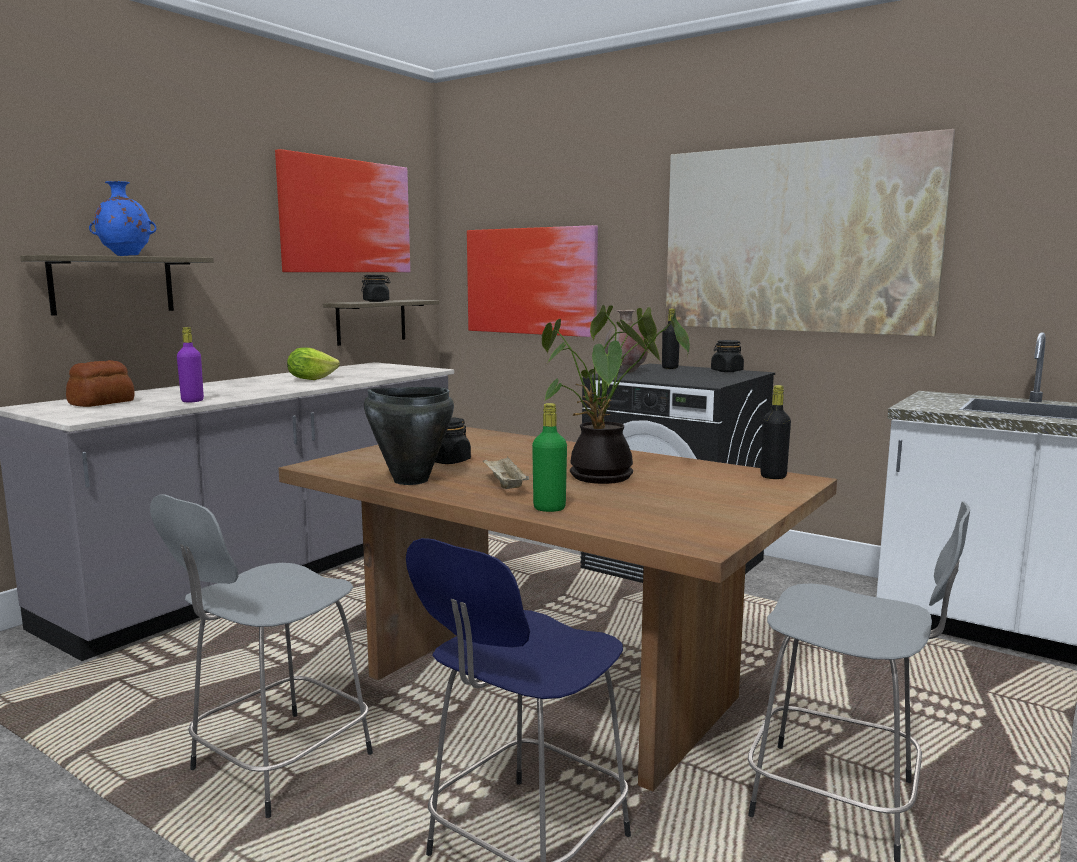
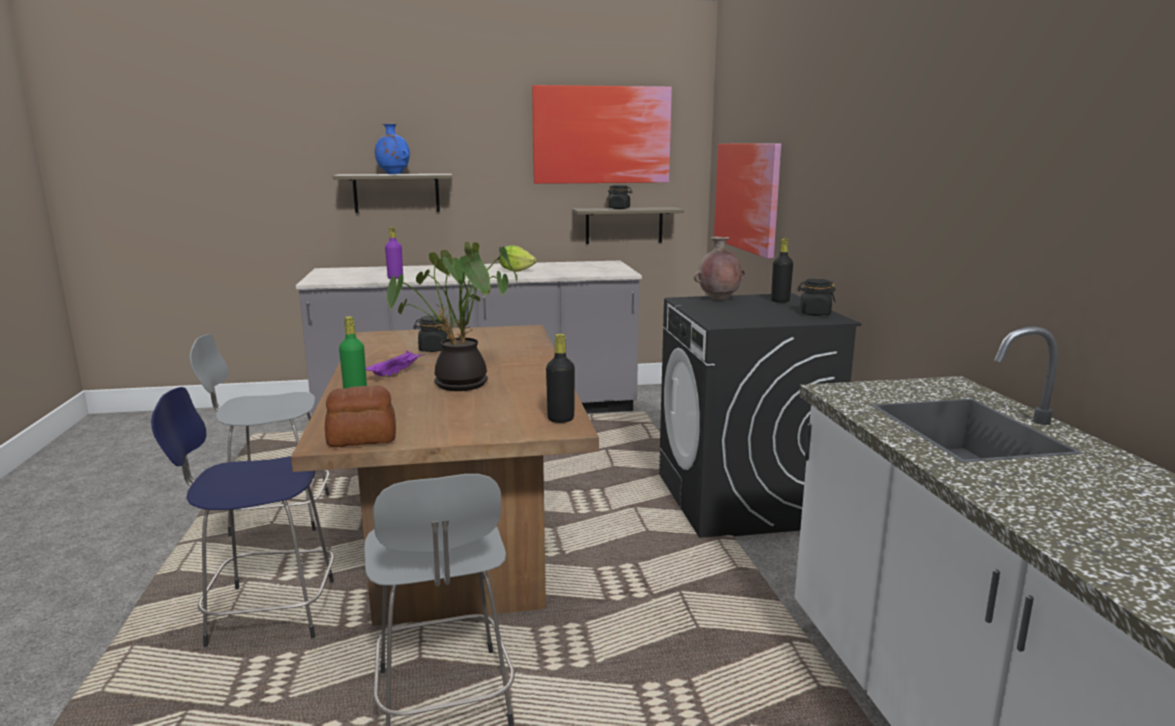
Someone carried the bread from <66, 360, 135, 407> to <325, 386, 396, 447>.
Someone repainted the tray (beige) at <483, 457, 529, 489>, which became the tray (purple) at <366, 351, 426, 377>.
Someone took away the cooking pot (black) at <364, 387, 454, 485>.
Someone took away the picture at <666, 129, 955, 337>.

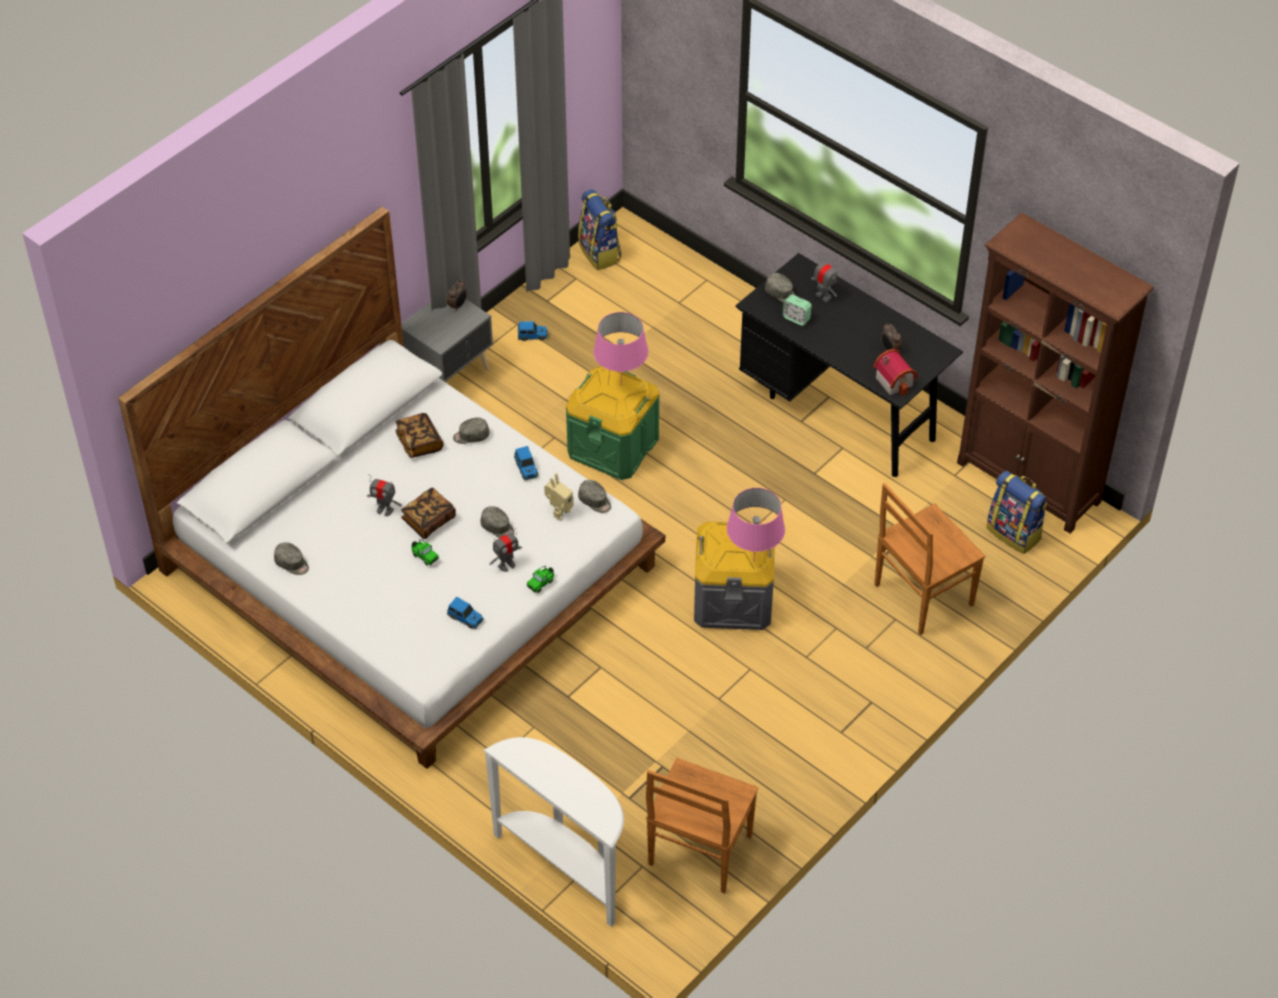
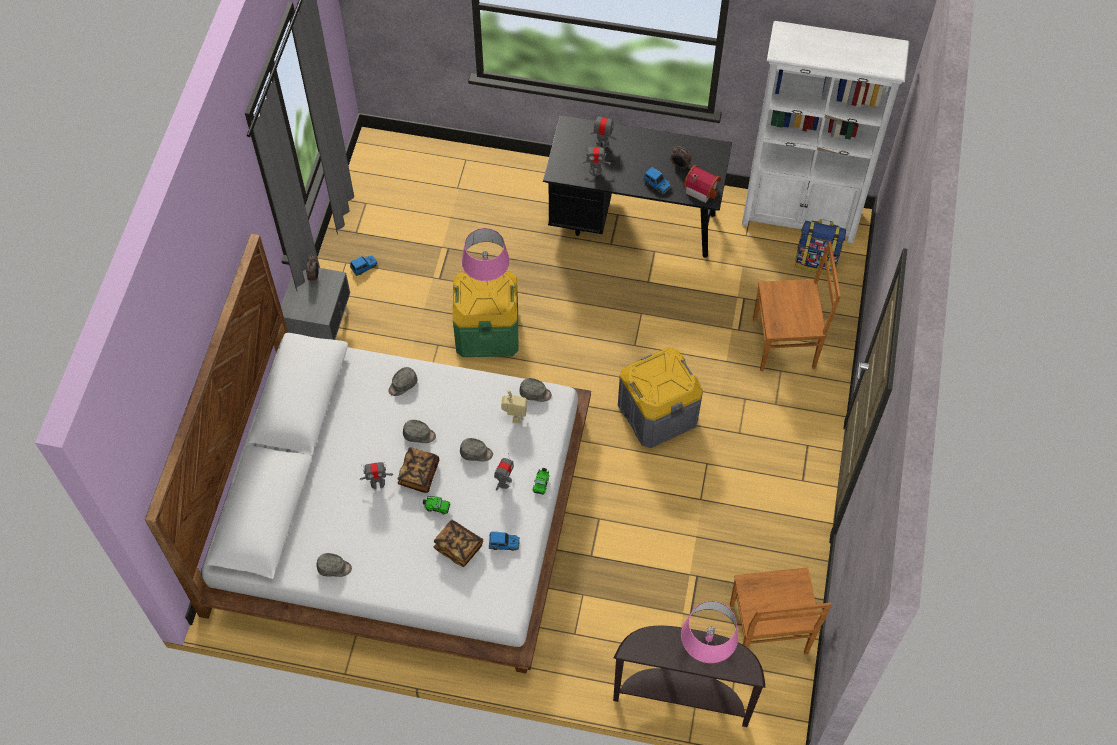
Someone carried the cap (grey) from <765, 273, 796, 302> to <403, 420, 436, 443>.
Someone carried the book from <395, 413, 443, 458> to <434, 520, 483, 567>.
Someone swapped the alarm clock at <782, 294, 812, 326> for the toy robot at <580, 145, 611, 175>.
Someone repainted the console table (white) at <483, 737, 624, 927>, which became the console table (brown) at <613, 625, 765, 727>.
Someone carried the toy car from <514, 446, 538, 481> to <643, 167, 671, 194>.
Someone carried the table lamp (pink) from <727, 488, 785, 560> to <681, 601, 738, 663>.
Someone repainted the bookcase (brown) at <957, 213, 1154, 533>, which became the bookcase (white) at <742, 21, 910, 243>.
Someone rotated the chair (brown) at <875, 483, 985, 635> by 120 degrees counterclockwise.
Someone took away the backpack at <578, 189, 621, 270>.

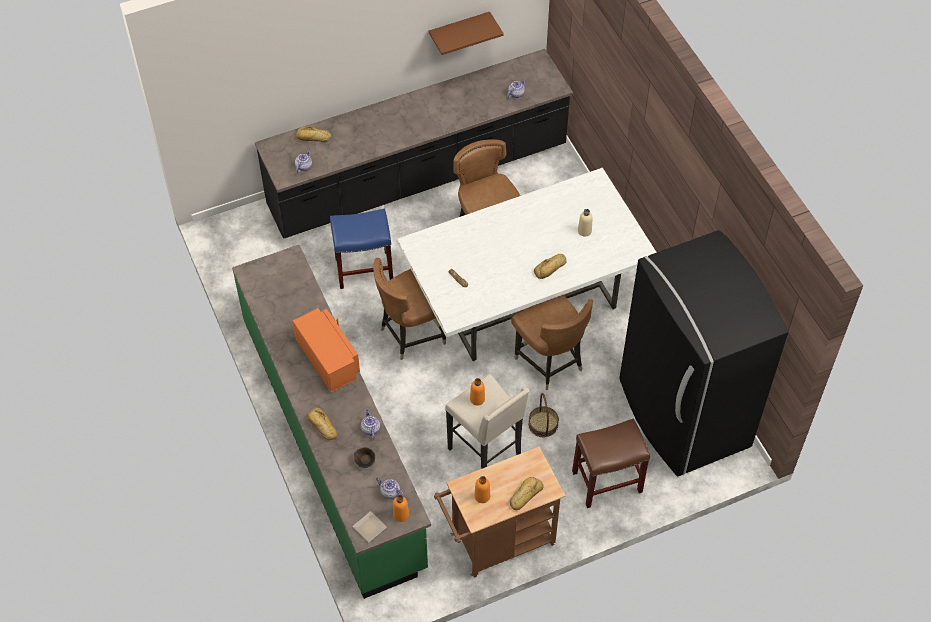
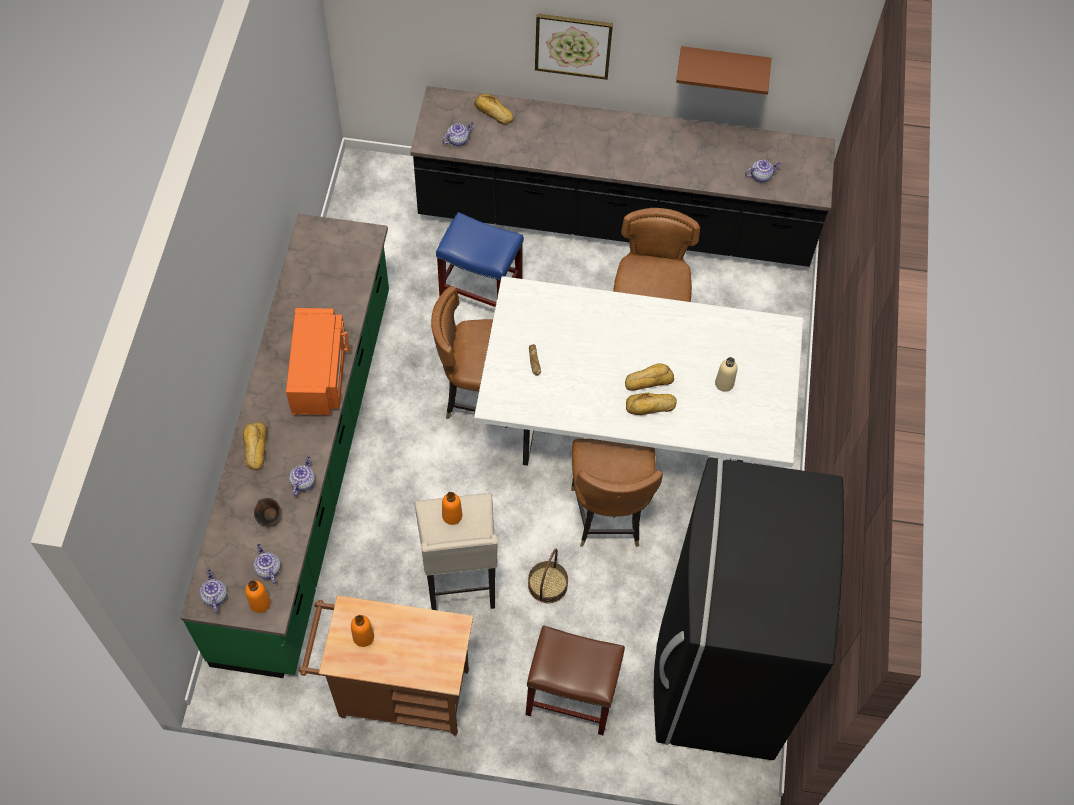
Someone swapped the plate at <352, 511, 387, 542> for the teapot at <200, 569, 227, 613>.
Someone put up the picture at <535, 14, 613, 80>.
Someone carried the bread from <509, 477, 544, 510> to <625, 364, 674, 391>.

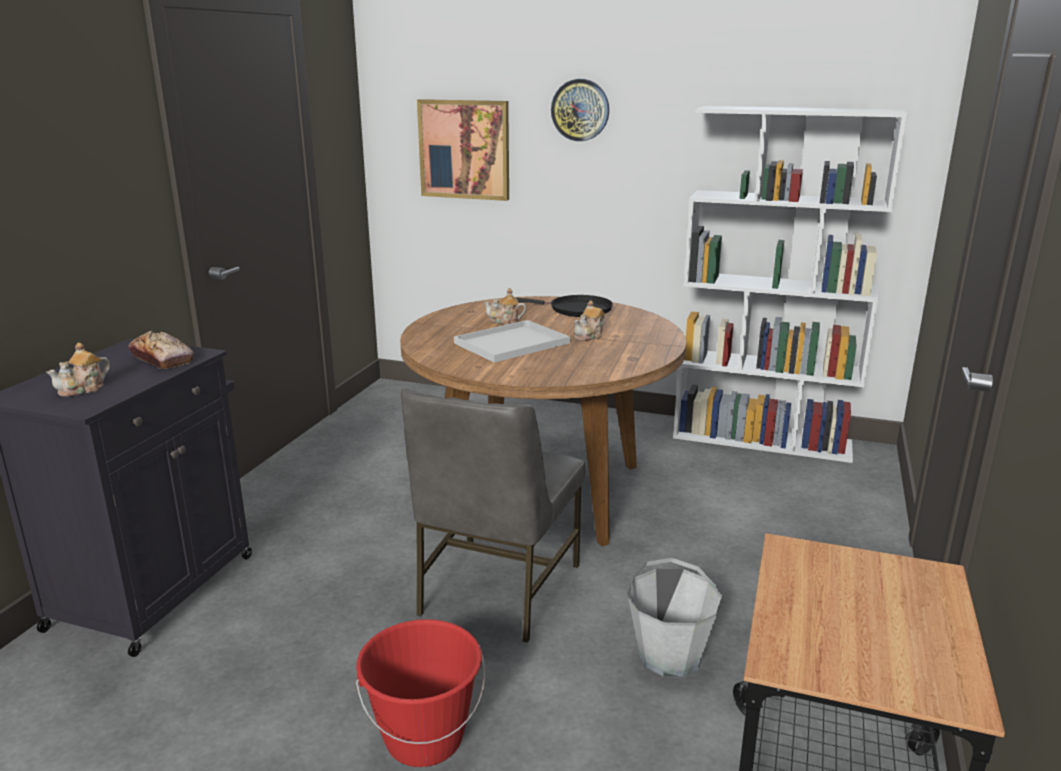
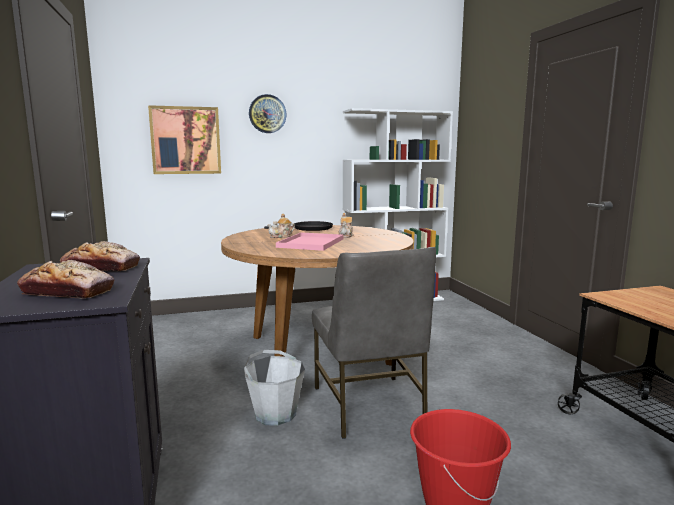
Someone swapped the teapot at <46, 342, 110, 397> for the bread at <17, 260, 114, 299>.
Someone carried the bucket (grey) from <627, 558, 722, 678> to <244, 350, 305, 426>.
Someone repainted the tray (white) at <454, 320, 570, 363>, which became the tray (pink) at <276, 232, 343, 251>.

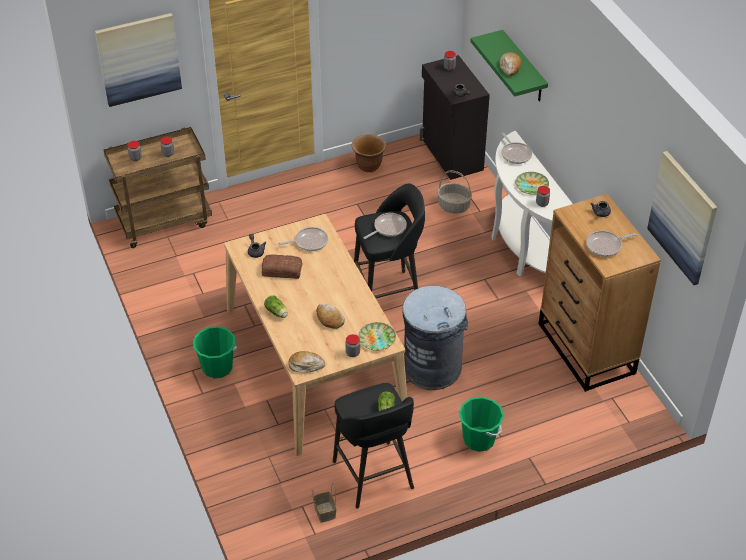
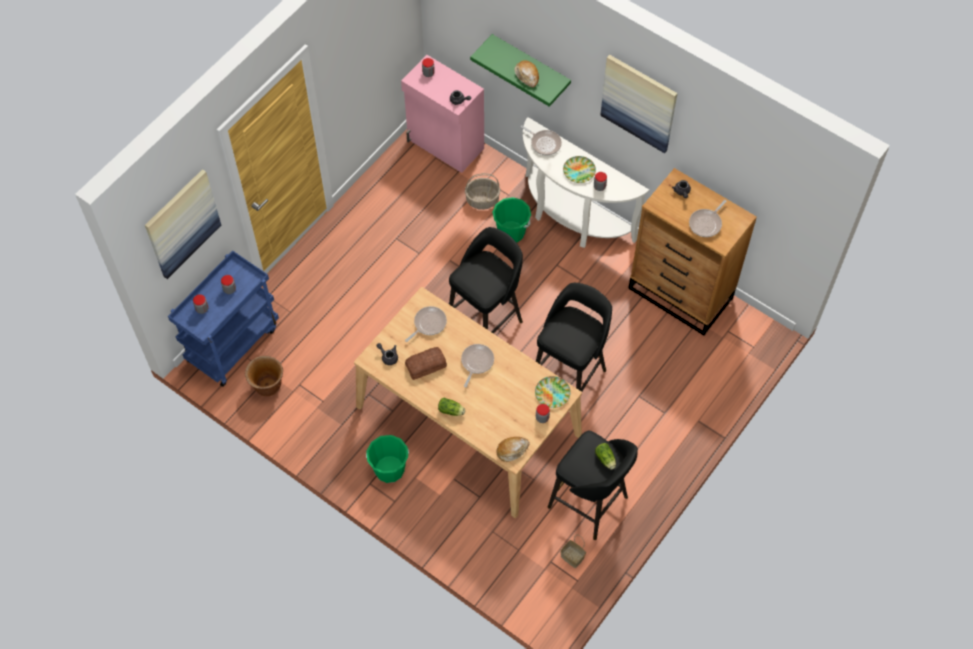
Someone repainted the cart (brown) at <103, 127, 212, 248>, which became the cart (blue) at <168, 251, 279, 387>.
Someone carried the planter (brown) from <352, 134, 386, 172> to <245, 356, 283, 396>.
Someone repainted the cabinet (black) at <420, 55, 490, 180>, which became the cabinet (pink) at <401, 55, 484, 173>.
Someone carried the frying pan from <364, 213, 407, 239> to <461, 344, 494, 387>.
Someone carried the bucket (green) from <459, 397, 504, 452> to <492, 197, 531, 243>.
Someone swapped the trash can (grey) at <403, 285, 468, 390> for the stool (black) at <536, 283, 612, 392>.
Someone carried the picture from <647, 151, 717, 285> to <601, 55, 677, 153>.
Someone took away the bread at <316, 304, 345, 329>.

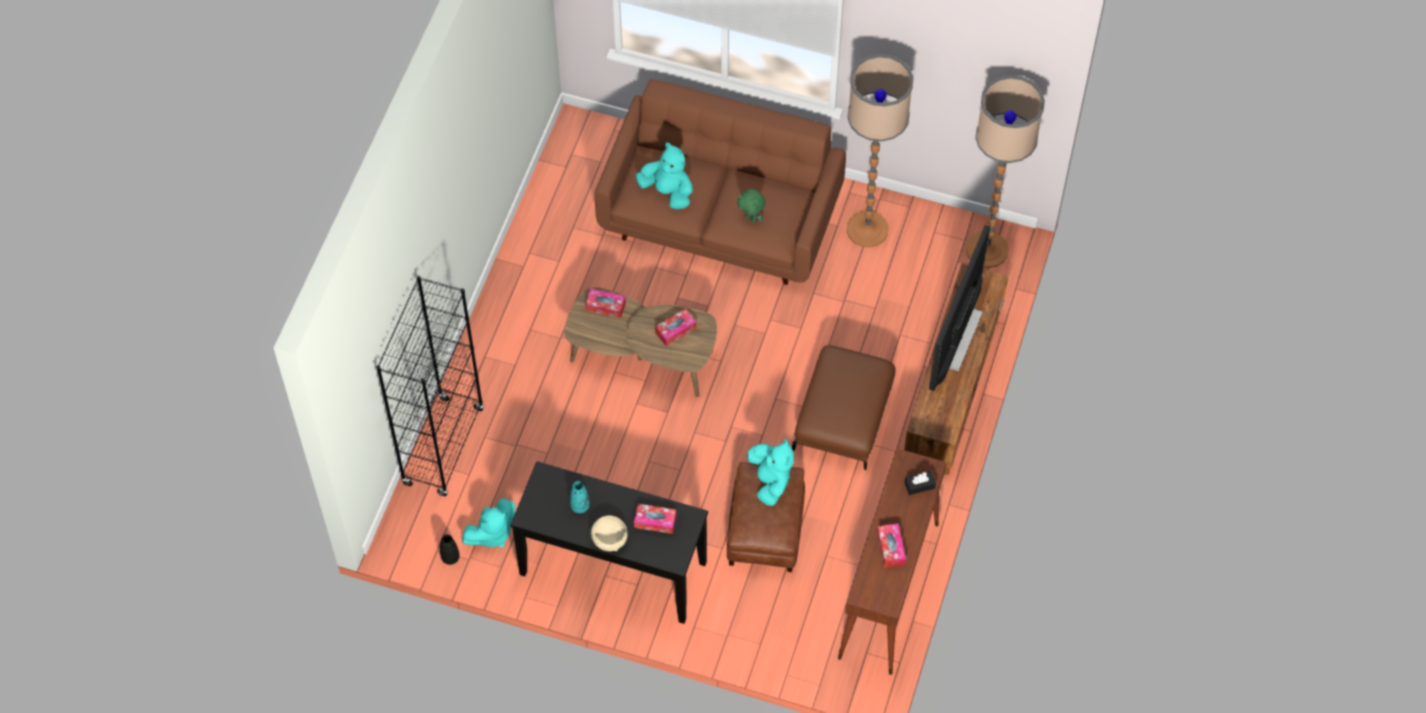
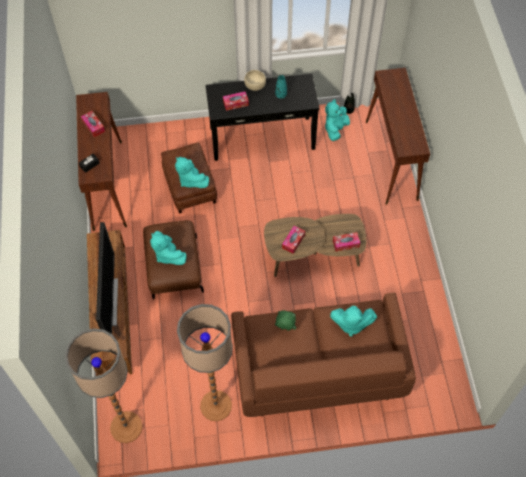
Someone put down the plush toy (turquoise) at <150, 231, 187, 265>.
Someone swapped the bookcase (black) at <376, 276, 484, 497> for the console table (brown) at <366, 68, 430, 205>.

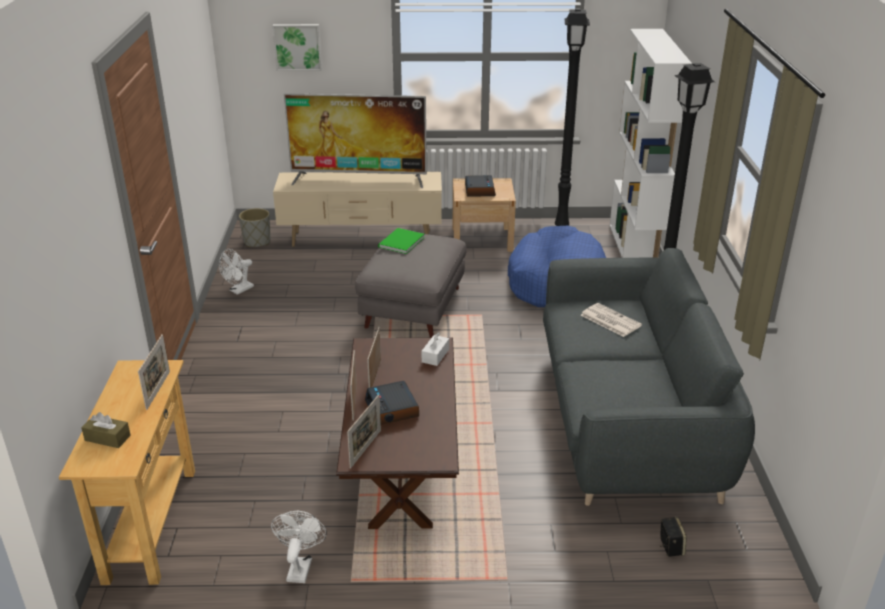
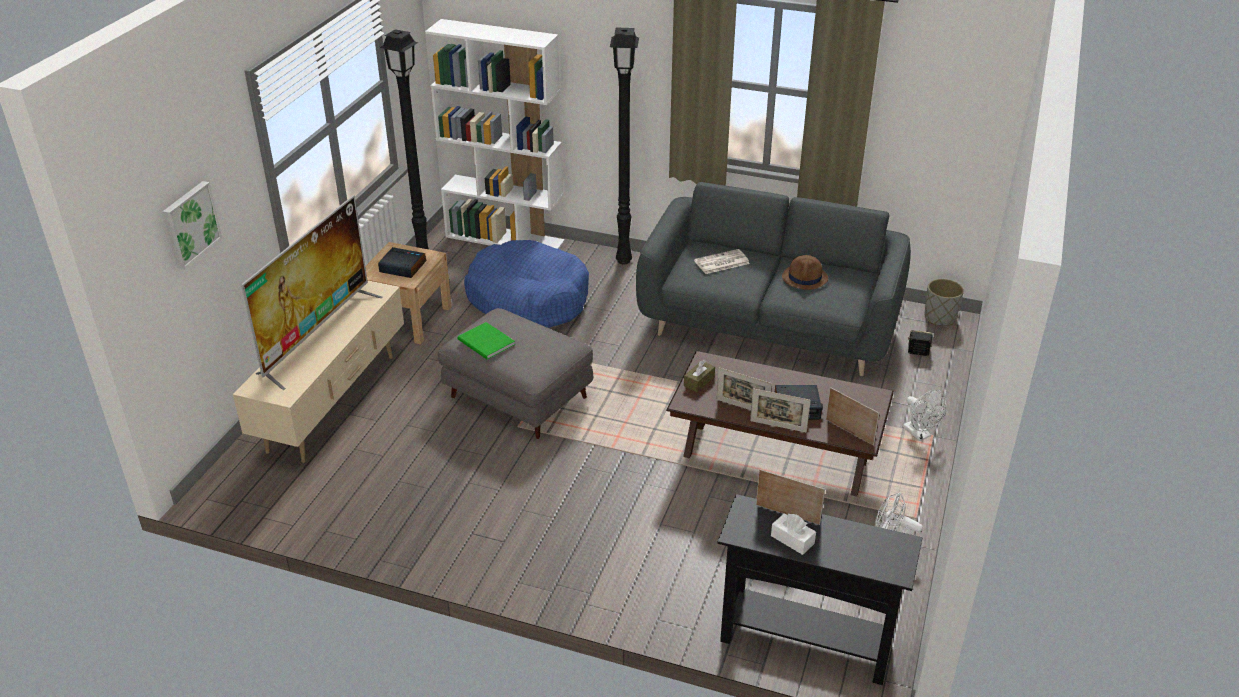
Someone carried the tissue box (brown) from <81, 412, 131, 448> to <684, 360, 715, 392>.
Someone repainted the console table (beige) at <59, 360, 195, 585>, which became the console table (black) at <717, 494, 923, 685>.
Someone carried the tissue box (white) from <422, 332, 449, 366> to <771, 513, 816, 555>.
Someone put down the hat (brown) at <782, 255, 828, 290>.
Someone carried the fan (white) from <219, 249, 254, 295> to <903, 390, 946, 441>.
Someone carried the planter (grey) from <239, 208, 271, 247> to <924, 279, 964, 326>.

